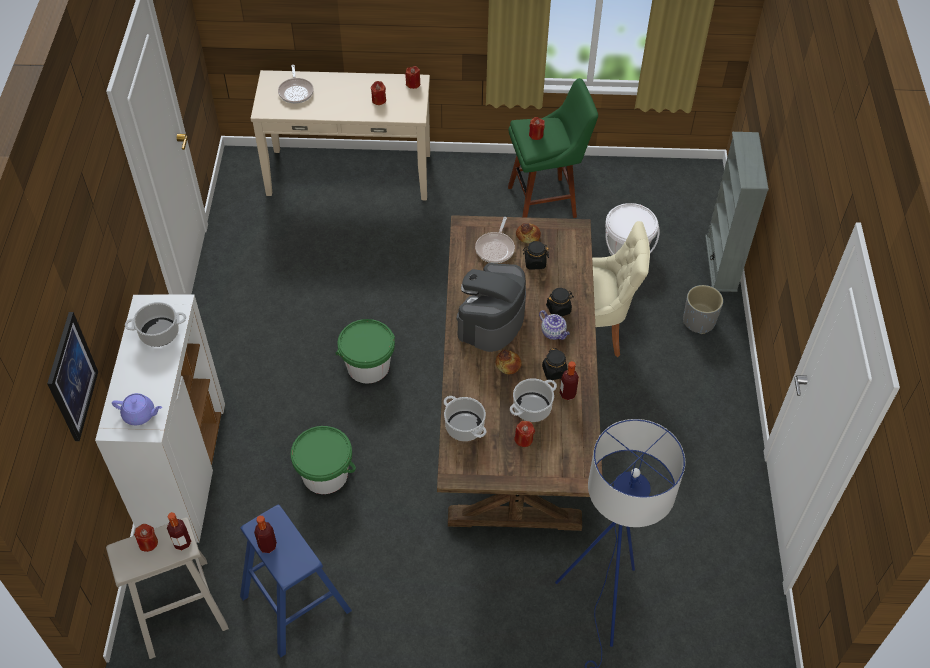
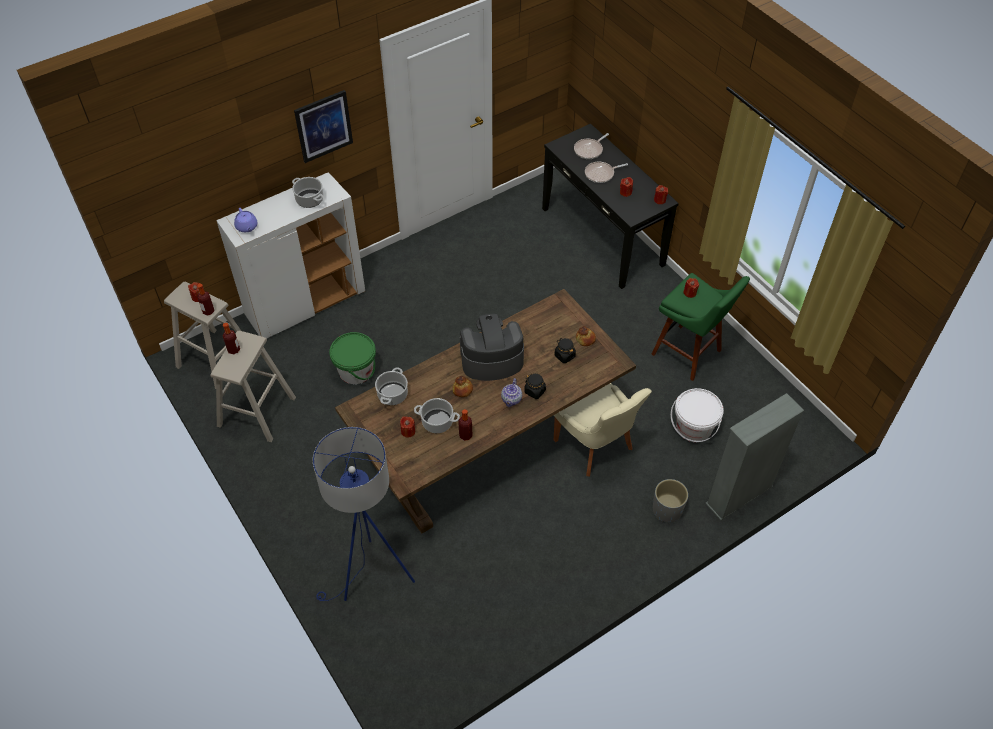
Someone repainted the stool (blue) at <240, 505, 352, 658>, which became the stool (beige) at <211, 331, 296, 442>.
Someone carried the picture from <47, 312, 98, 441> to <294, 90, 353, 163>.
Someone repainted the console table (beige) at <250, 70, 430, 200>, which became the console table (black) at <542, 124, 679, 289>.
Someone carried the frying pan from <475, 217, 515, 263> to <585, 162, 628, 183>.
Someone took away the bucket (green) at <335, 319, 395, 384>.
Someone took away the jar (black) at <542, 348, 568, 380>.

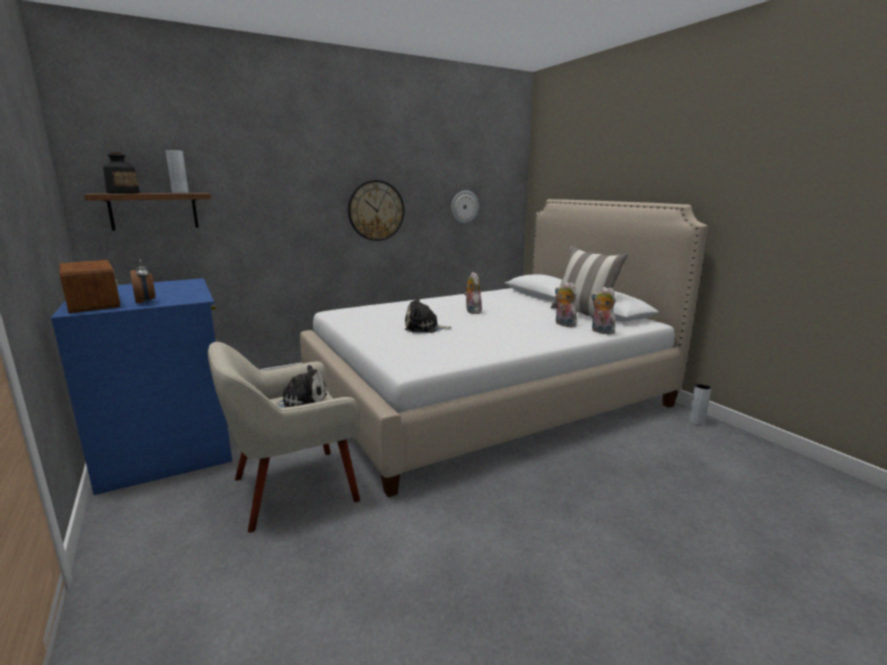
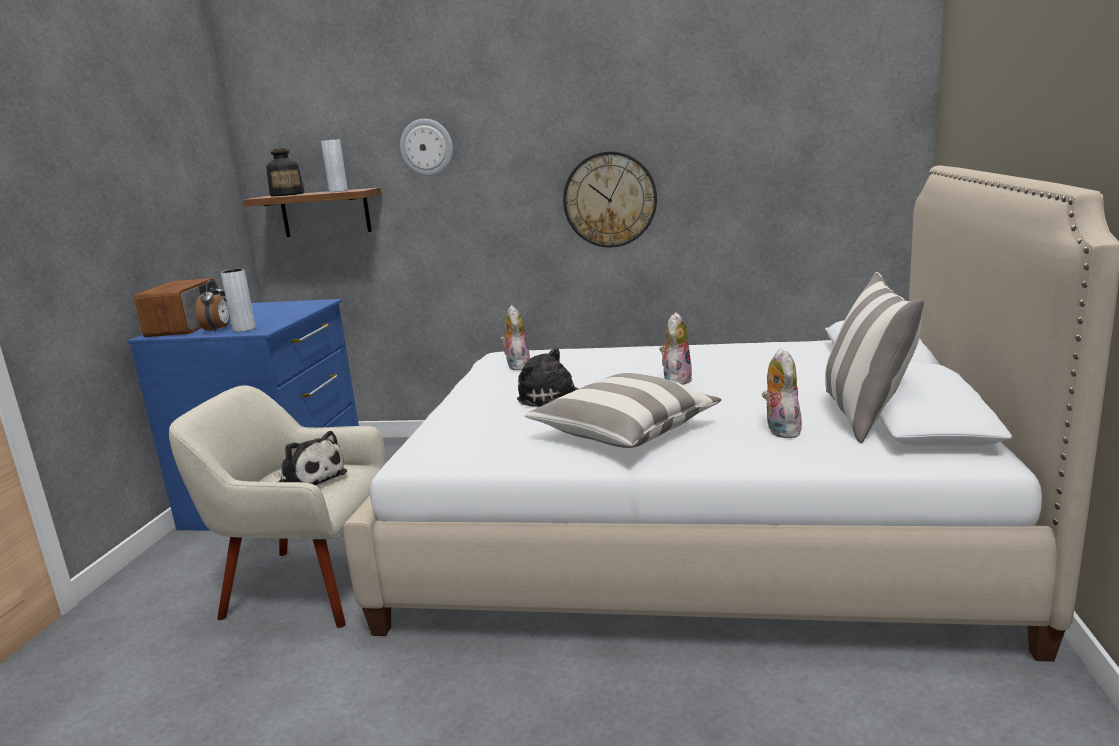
Someone carried the vase (grey) from <689, 384, 711, 426> to <221, 269, 256, 332>.
Someone carried the wall clock from <451, 190, 479, 224> to <400, 119, 453, 176>.
Someone carried the plush toy from <591, 287, 616, 334> to <500, 305, 530, 370>.
Someone put down the pillow at <524, 373, 721, 448>.

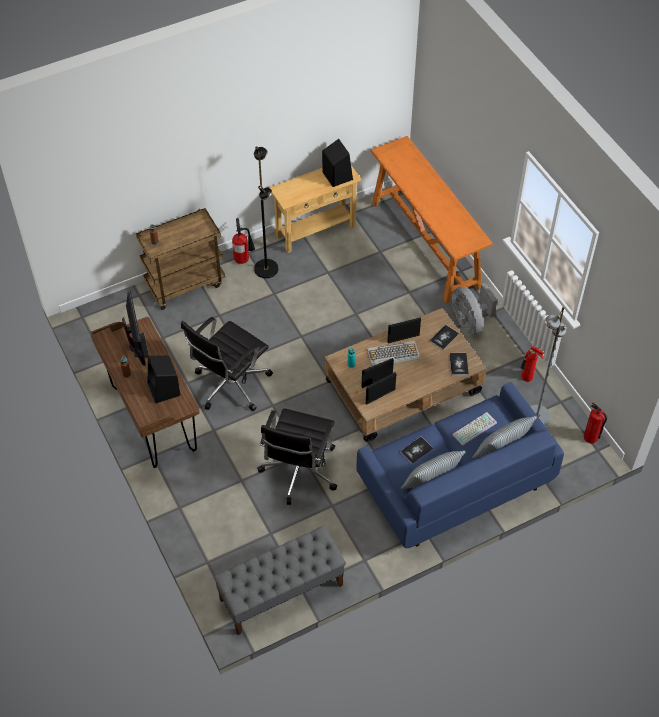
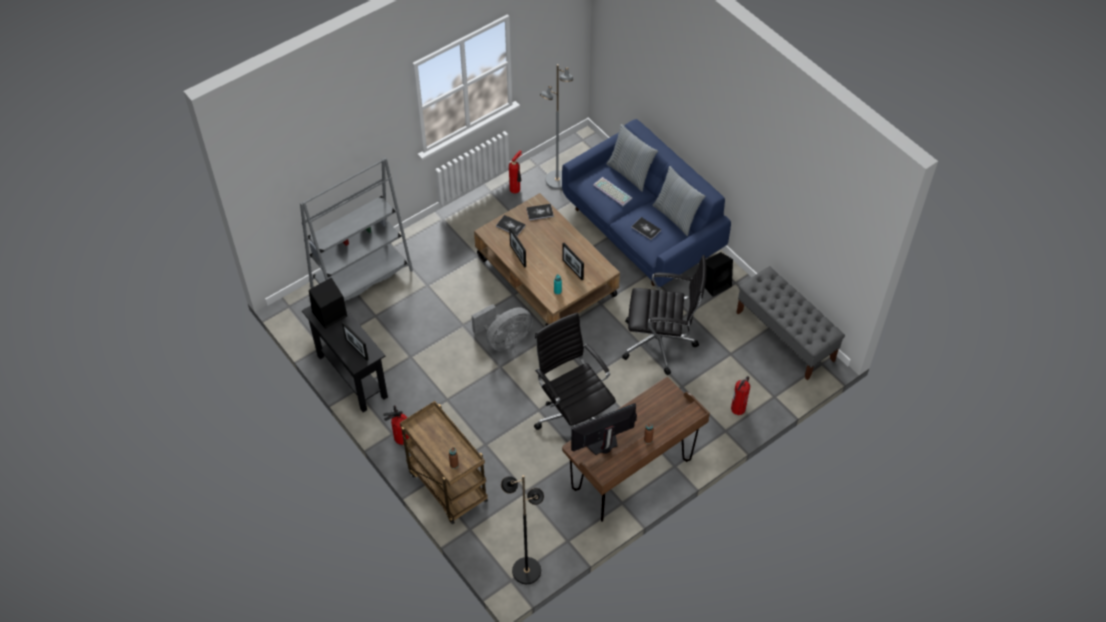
Someone swapped the console table (orange) at <371, 136, 493, 304> for the bookcase (grey) at <300, 158, 413, 301>.
Someone repainted the console table (beige) at <269, 166, 362, 253>, which became the console table (black) at <302, 306, 388, 412>.
Someone carried the picture frame from <366, 372, 397, 405> to <342, 322, 369, 361>.
Someone carried the fan (grey) from <452, 283, 497, 335> to <472, 304, 533, 350>.
Someone carried the floor lamp (black) from <254, 146, 278, 278> to <501, 475, 544, 584>.
Someone rotated the office chair (black) at <181, 317, 273, 411> by 150 degrees counterclockwise.
Someone carried the speaker (black) from <148, 355, 181, 403> to <705, 252, 733, 297>.
Someone carried the fire extinguisher from <584, 402, 608, 443> to <731, 376, 750, 415>.
Someone took away the keyboard at <367, 341, 420, 367>.

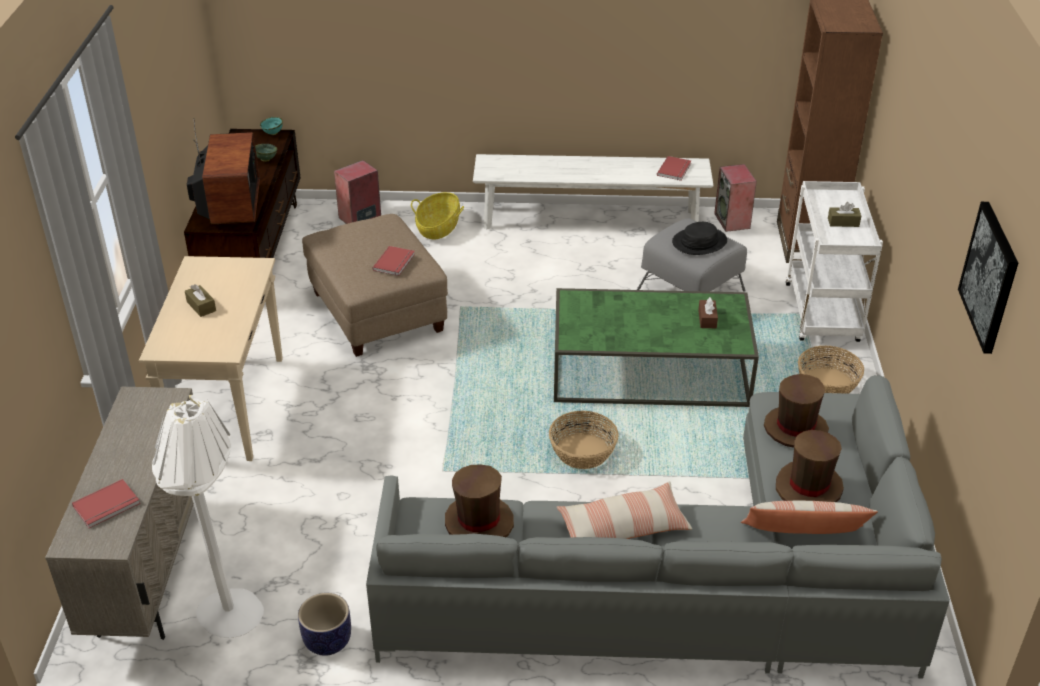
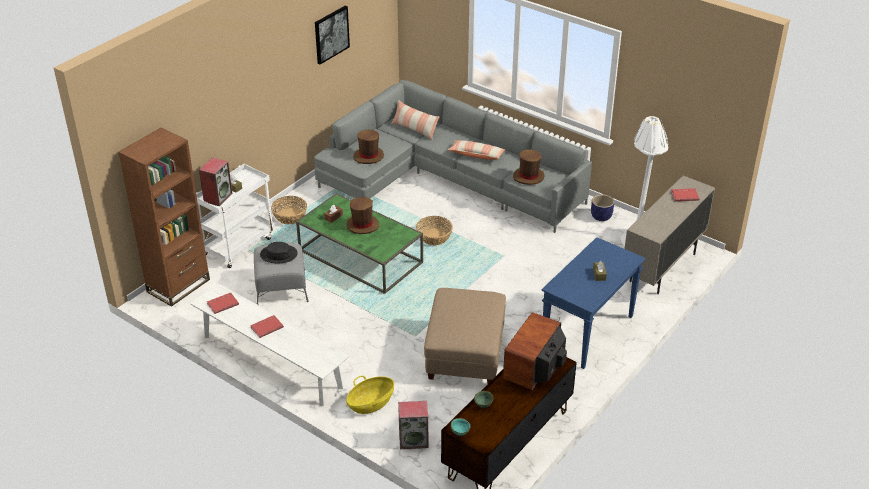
Someone carried the speaker from <714, 164, 757, 232> to <199, 157, 232, 206>.
Someone carried the book (red) from <372, 246, 415, 276> to <250, 315, 284, 338>.
Someone carried the hat (brown) from <776, 430, 844, 502> to <346, 197, 379, 234>.
Someone repainted the console table (beige) at <139, 256, 283, 461>, which became the console table (blue) at <541, 237, 646, 369>.

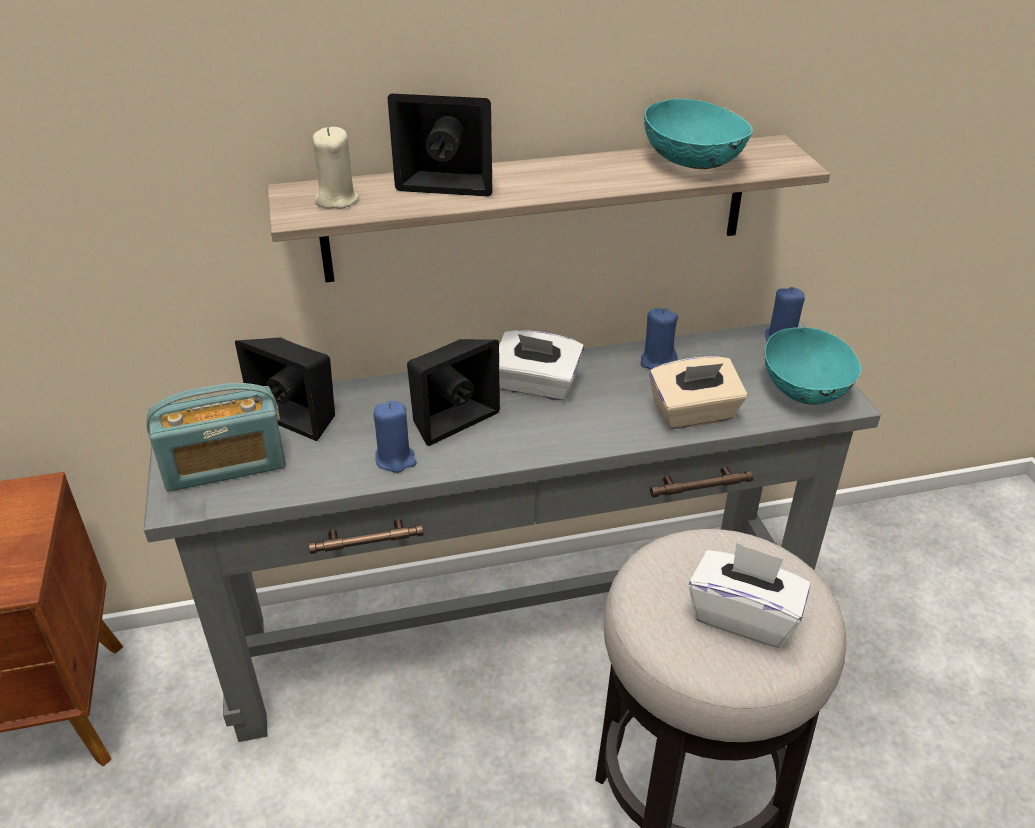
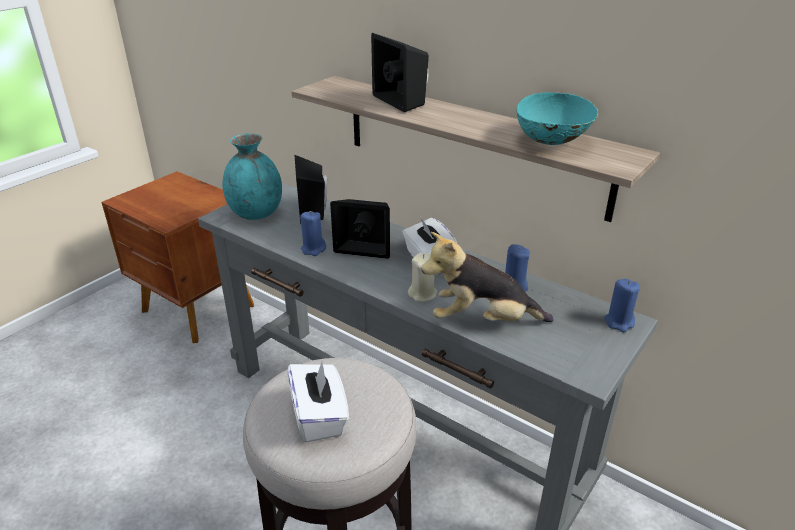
Someone swapped the radio at <146, 383, 286, 492> for the vase (turquoise) at <222, 133, 282, 220>.
Someone carried the candle (beige) from <313, 127, 359, 209> to <408, 252, 437, 302>.
Someone swapped the tissue box (beige) at <649, 356, 747, 429> for the plush toy at <421, 232, 554, 322>.
Someone took away the bowl (turquoise) at <765, 326, 861, 405>.

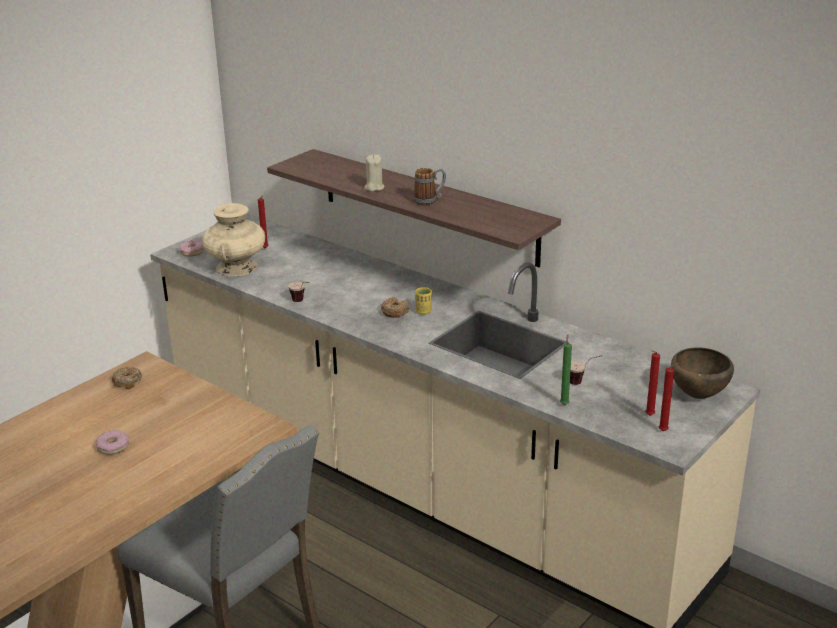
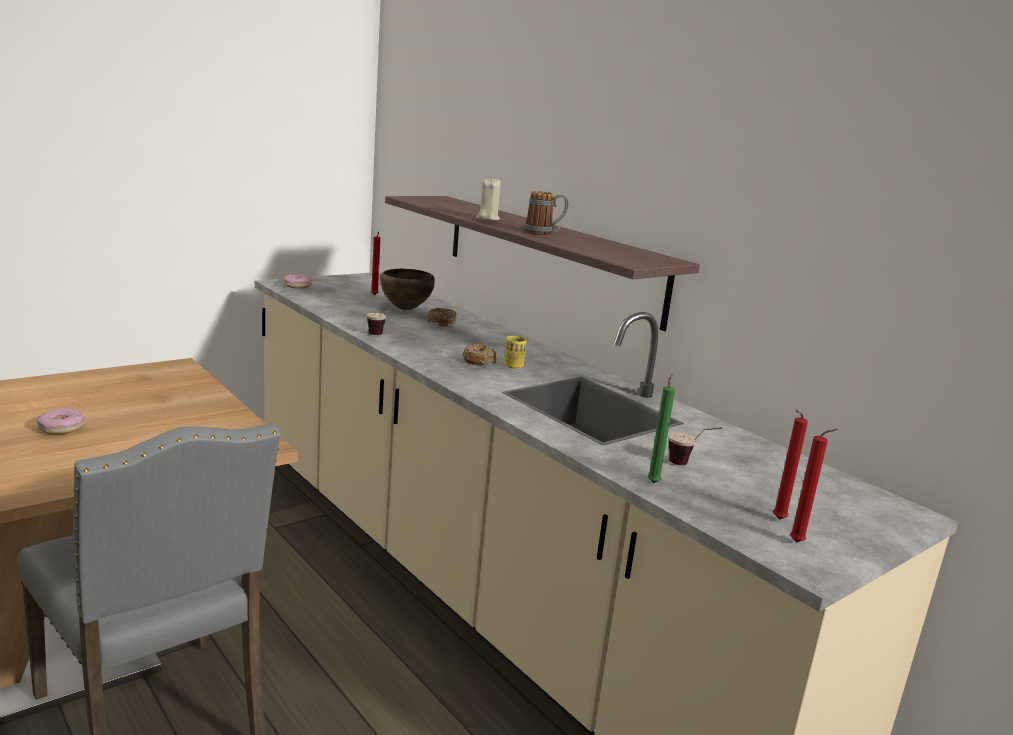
Someone carried the bowl (brown) from <671, 347, 734, 399> to <380, 269, 435, 310>.
Someone carried the donut from <112, 367, 142, 389> to <427, 308, 458, 326>.
Someone took away the vase (beige) at <202, 203, 265, 276>.

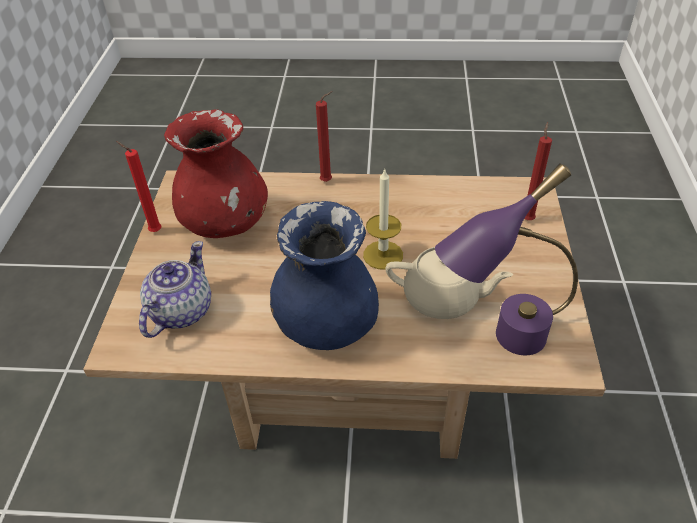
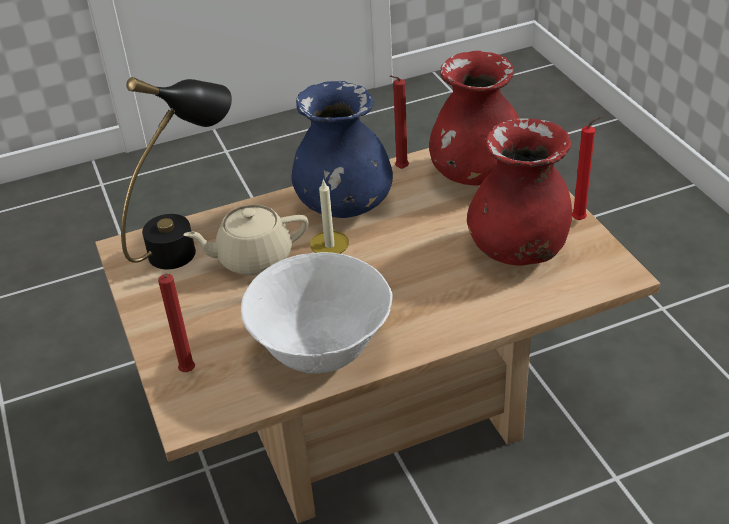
Someone repainted the table lamp (purple) at <435, 163, 578, 355>, which became the table lamp (black) at <121, 77, 232, 269>.
Someone put down the bowl (white) at <241, 252, 393, 374>.
Someone carried the candle (red) from <316, 91, 332, 182> to <390, 75, 409, 169>.
Someone swapped the teapot at <139, 241, 211, 338> for the vase (red) at <429, 51, 519, 186>.

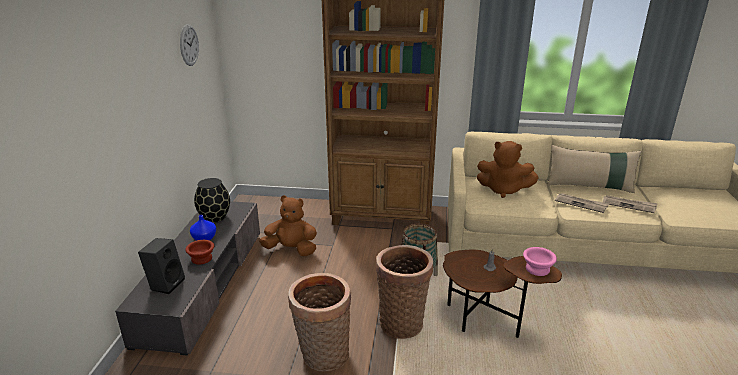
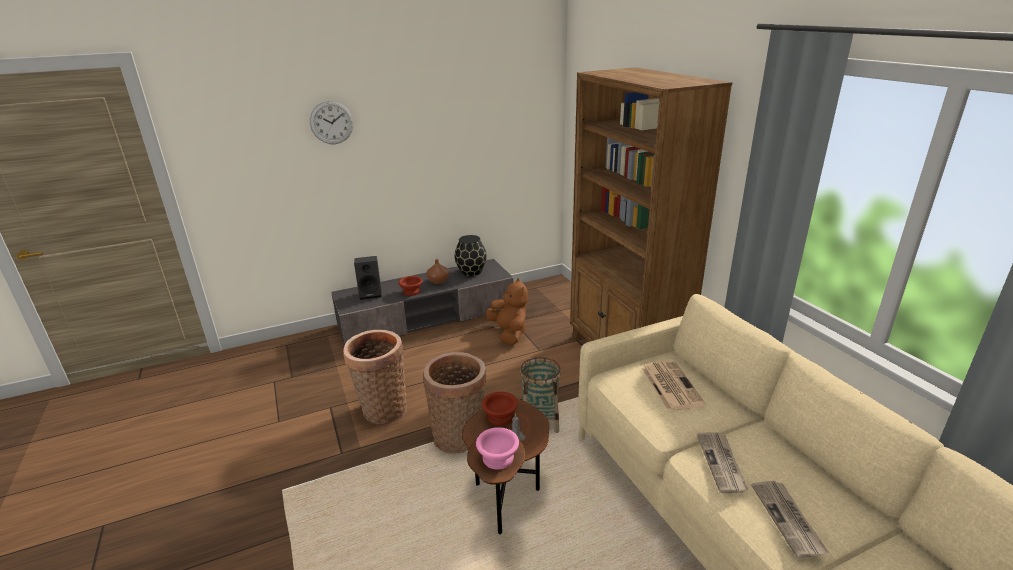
Someone carried the wall clock from <180, 24, 199, 66> to <310, 101, 354, 144>.
Someone repainted the vase (blue) at <190, 215, 216, 241>, which became the vase (brown) at <426, 259, 449, 284>.
Someone put down the bowl (brown) at <482, 392, 518, 426>.
Someone swapped the plush toy (brown) at <477, 141, 539, 198> for the newspaper at <641, 361, 706, 411>.
Someone took away the pillow (beige) at <547, 145, 642, 193>.

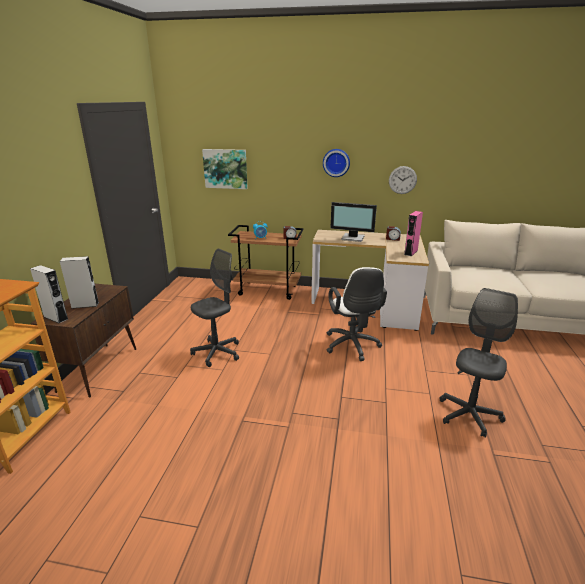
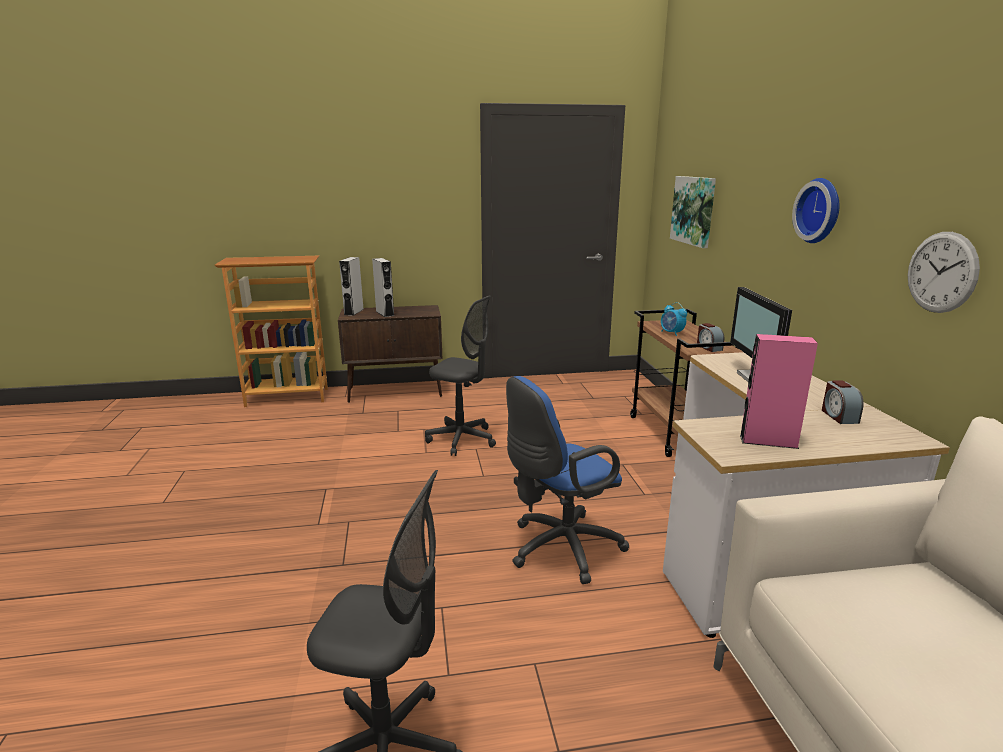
Someone repainted the office chair (white) at <327, 267, 387, 361>, which became the office chair (blue) at <506, 376, 629, 584>.

